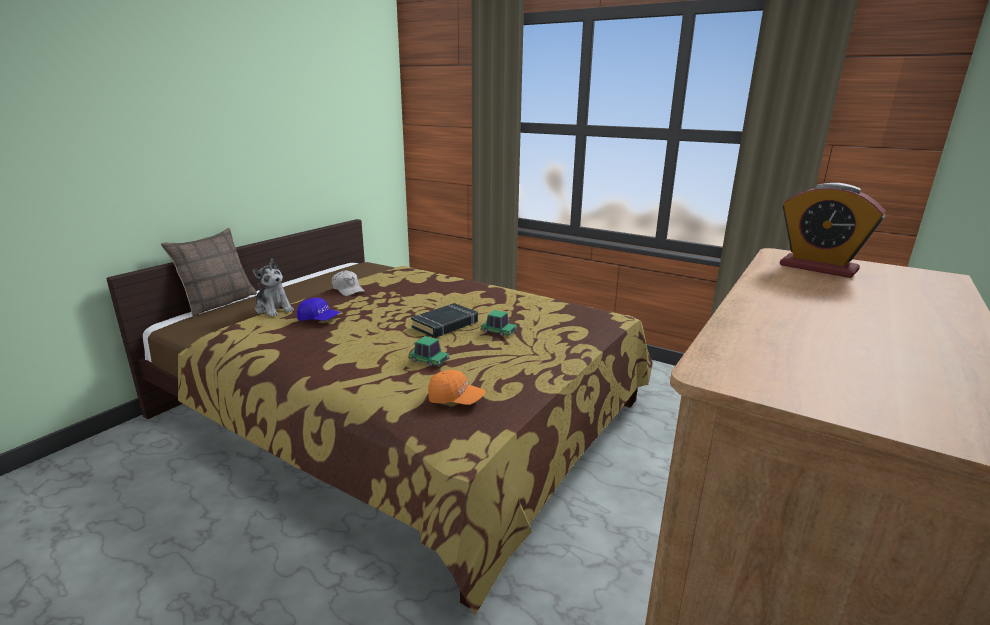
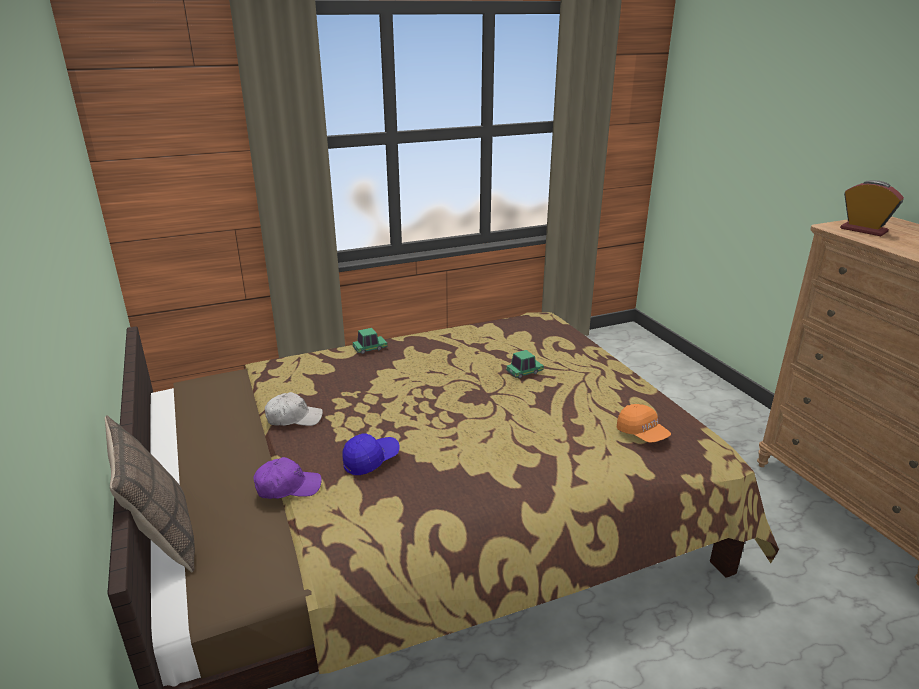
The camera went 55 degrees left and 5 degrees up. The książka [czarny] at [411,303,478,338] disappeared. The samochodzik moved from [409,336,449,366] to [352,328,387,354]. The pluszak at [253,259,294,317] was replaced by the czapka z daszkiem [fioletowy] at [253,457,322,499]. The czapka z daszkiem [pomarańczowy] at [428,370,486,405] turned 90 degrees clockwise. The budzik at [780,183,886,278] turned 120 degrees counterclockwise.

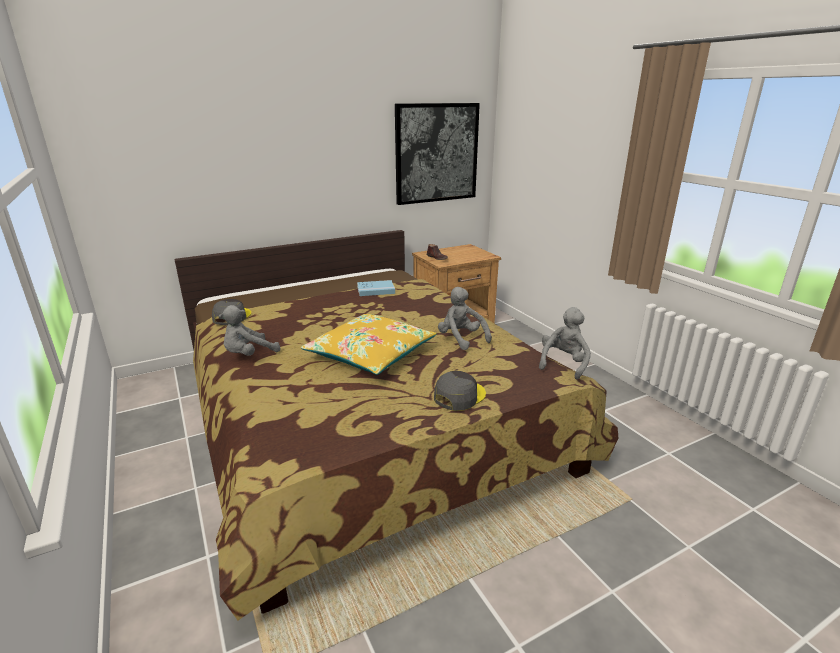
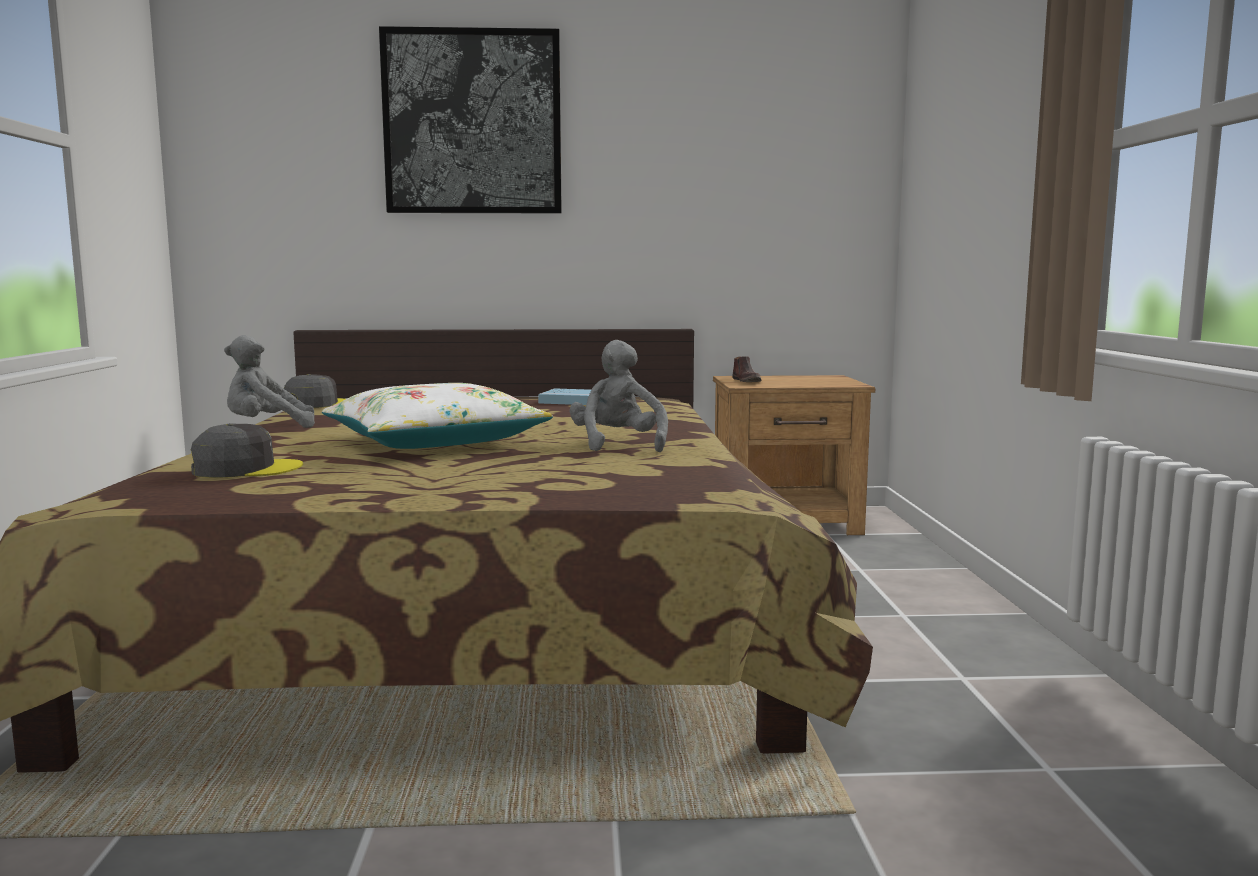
The camera went 25 degrees right and 15 degrees down. The pluszak [szary] at [539,307,591,379] disappeared. The obraz moved from [395,103,480,205] to [379,26,562,213]. The czapka z daszkiem [szary] moved from [434,371,486,411] to [191,423,303,478]. The poduszka [żółty] at [301,314,437,375] became the poduszka [biały] at [322,383,553,449].

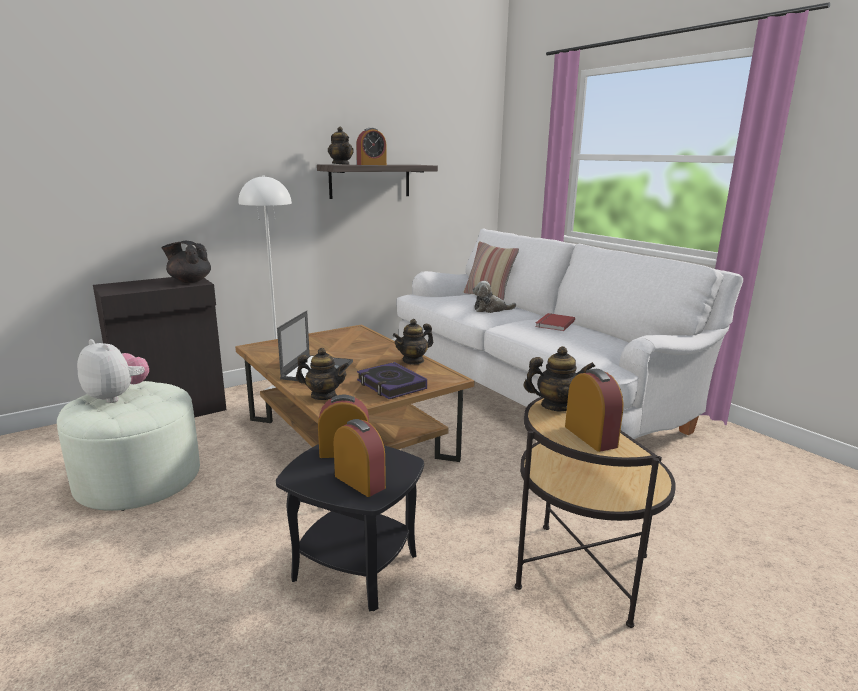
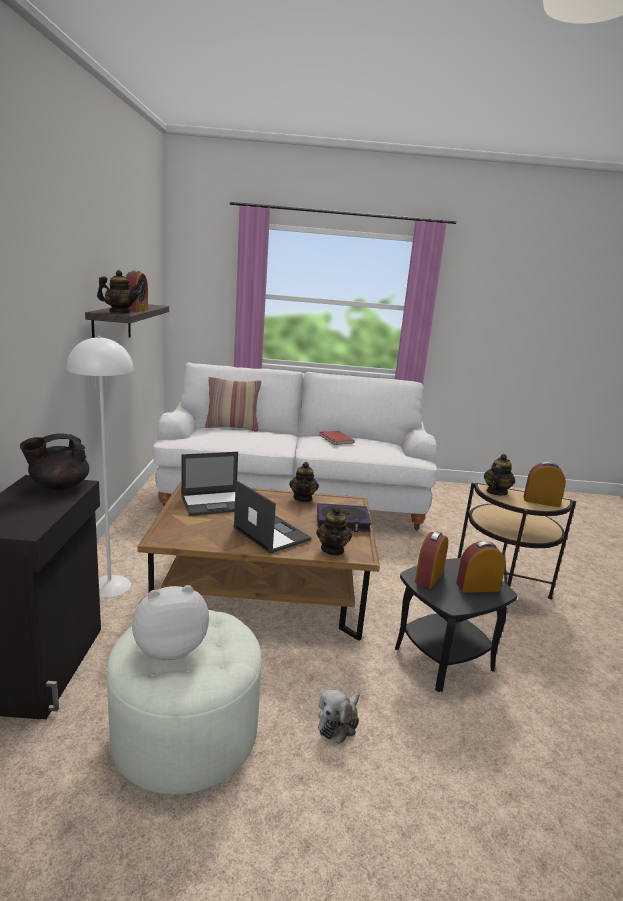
The camera went 55 degrees left and 0 degrees up. The laptop at [181,452,238,516] appeared. The pluszak moved from [472,281,516,313] to [318,690,360,744]. The imbryk at [296,348,349,400] turned 135 degrees clockwise.

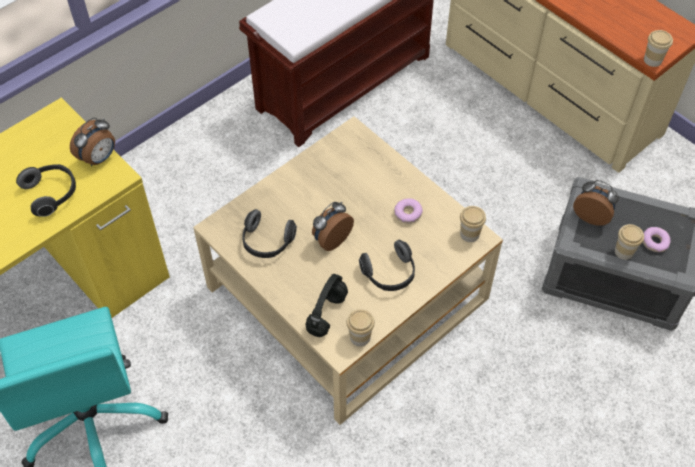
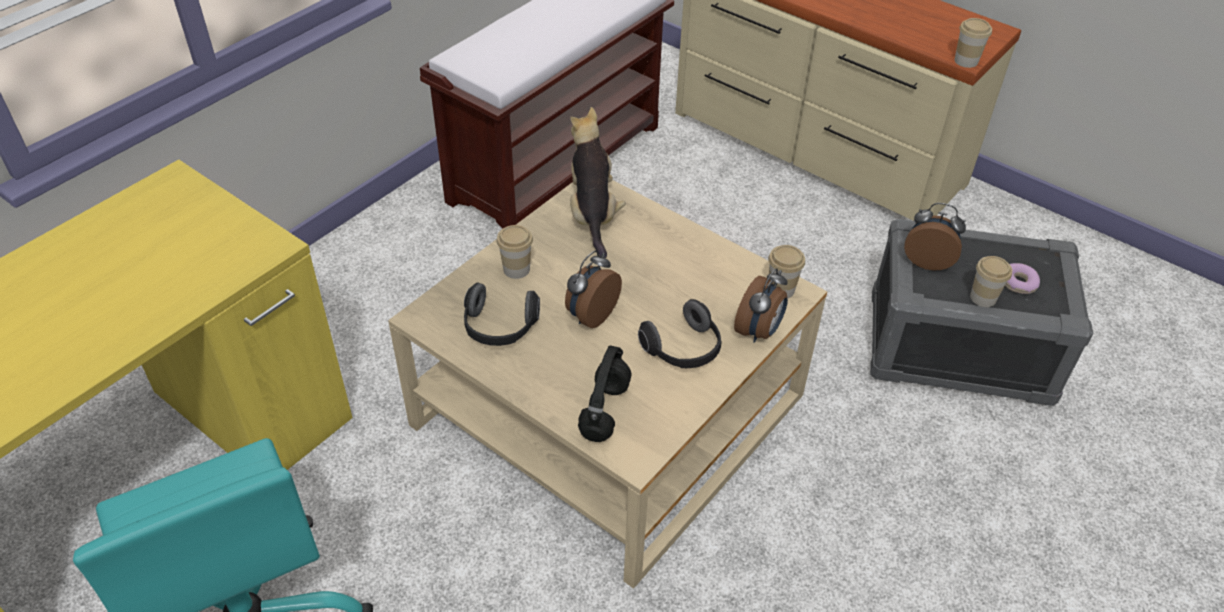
The camera went 10 degrees left and 10 degrees down. The słuchawki at [16,164,76,217] disappeared. The donut at [394,198,423,224] disappeared. The pluszak at [570,107,626,258] appeared. The budzik moved from [70,117,115,166] to [734,268,788,343]. The filiżanka moved from [346,309,375,347] to [497,225,533,279].

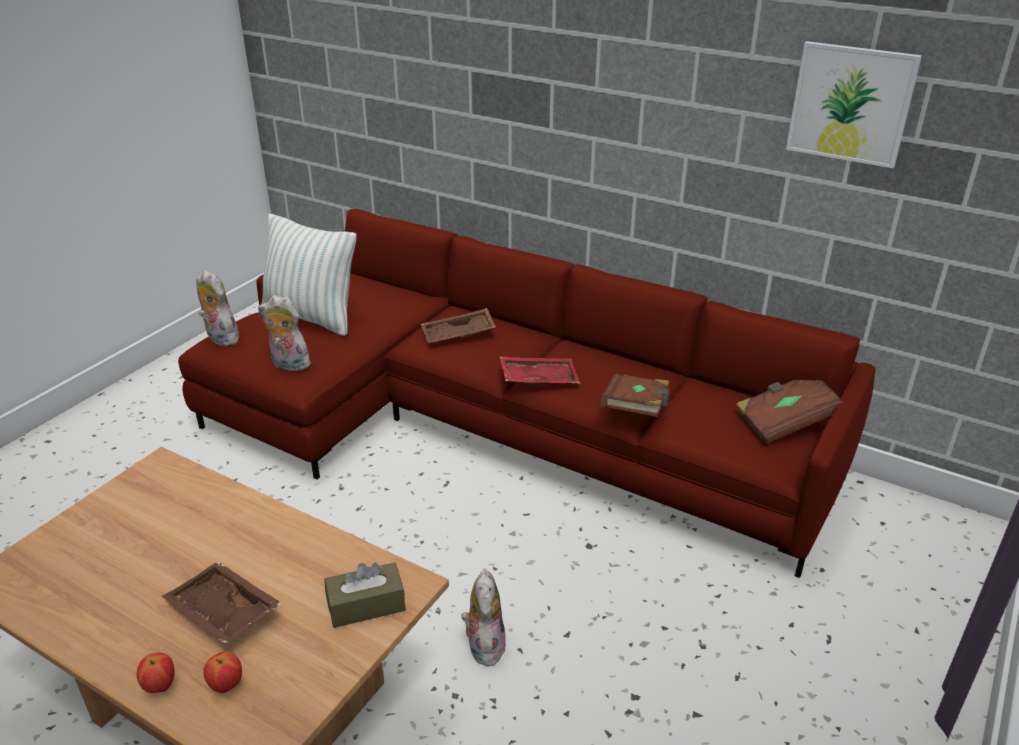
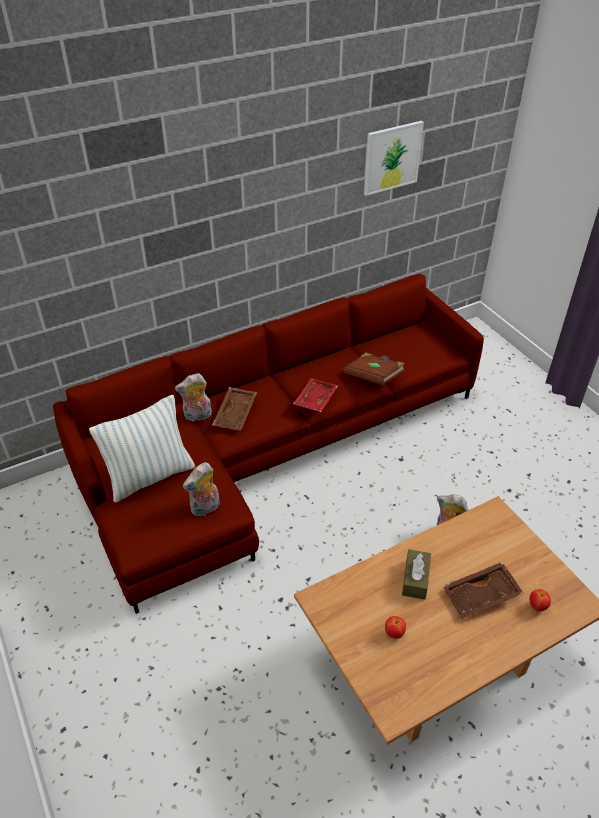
The camera went 60 degrees left and 10 degrees up. The książka [brązowy] at [736,380,844,444] disappeared. The jabłko moved from [137,653,175,693] to [385,616,406,639]. The pluszak moved from [196,270,239,346] to [175,373,212,422]. The pudełko chusteczek [brązowy] moved from [324,562,406,628] to [402,549,431,600].

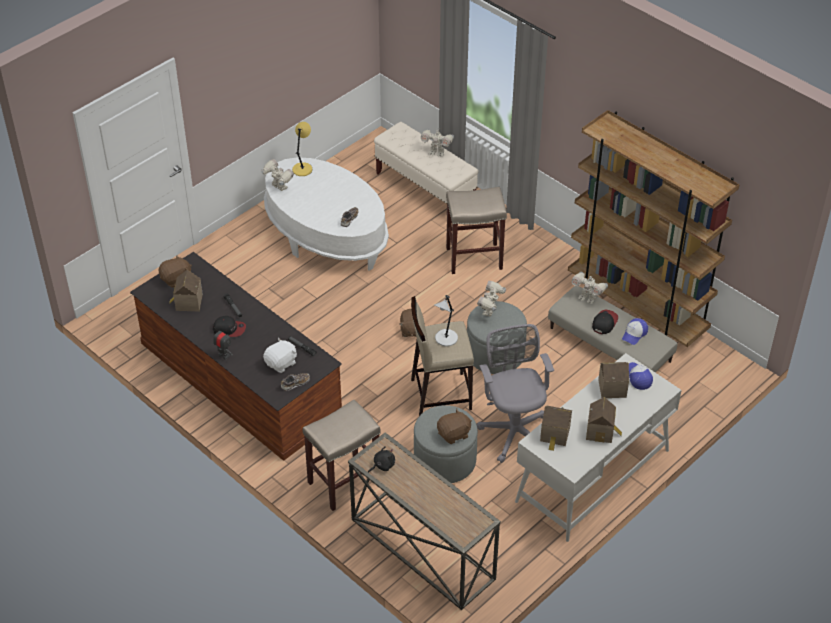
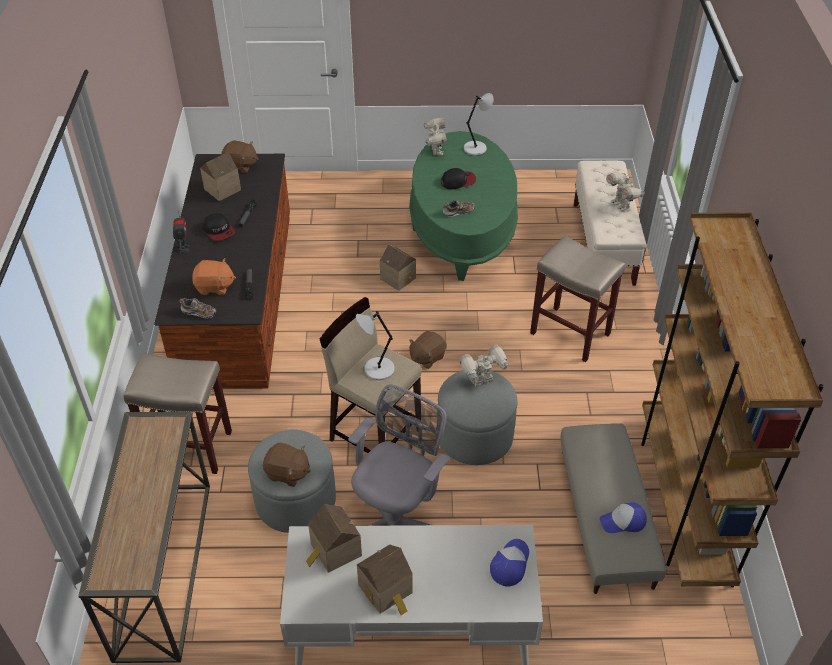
The camera went 45 degrees right and 0 degrees up. The pluszak [czarny] at [368,446,395,473] disappeared. The robot zabawkowy at [571,272,608,304] disappeared. The czapka z daszkiem moved from [592,310,618,334] to [441,168,476,190]. The domek moved from [598,362,629,398] to [380,244,416,291]. The pluszak [biały] at [263,338,297,373] became the pluszak [pomarańczowy] at [192,258,236,295]. The ława [biały] at [264,157,389,271] became the ława [zielony] at [409,131,518,281]. The lampa stołowa [żółty] at [292,122,312,176] became the lampa stołowa [szary] at [464,93,494,155].

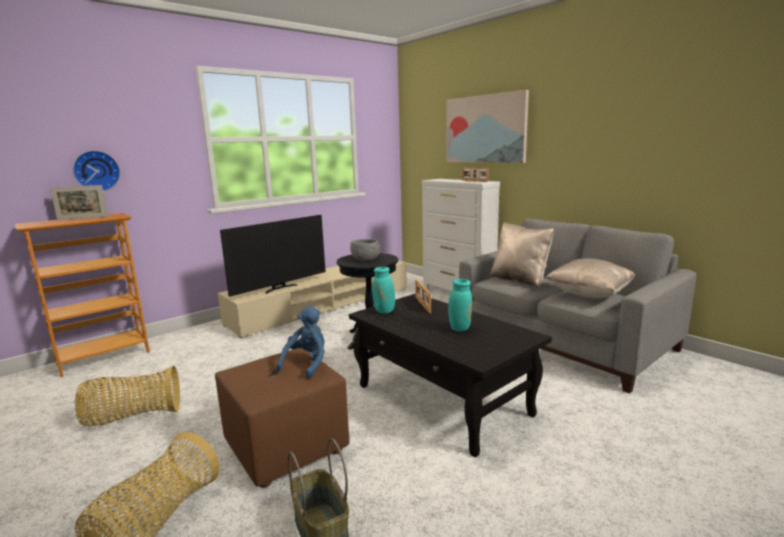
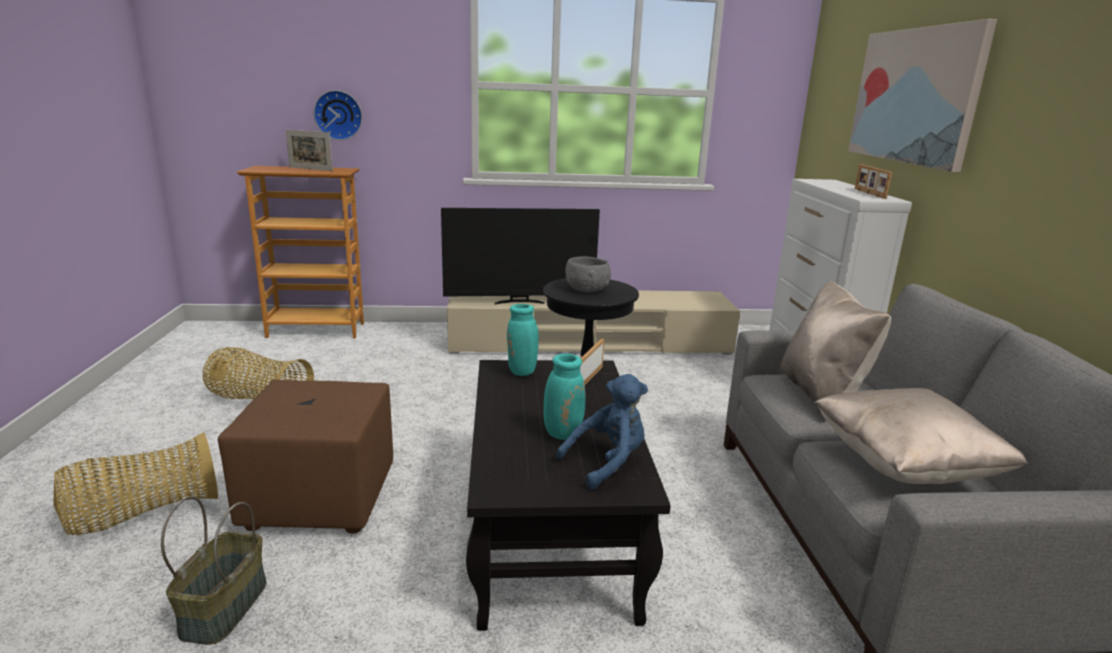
The camera went 35 degrees right and 5 degrees up. The pluszak [niebieski] moved from [276,306,325,379] to [556,374,648,489].

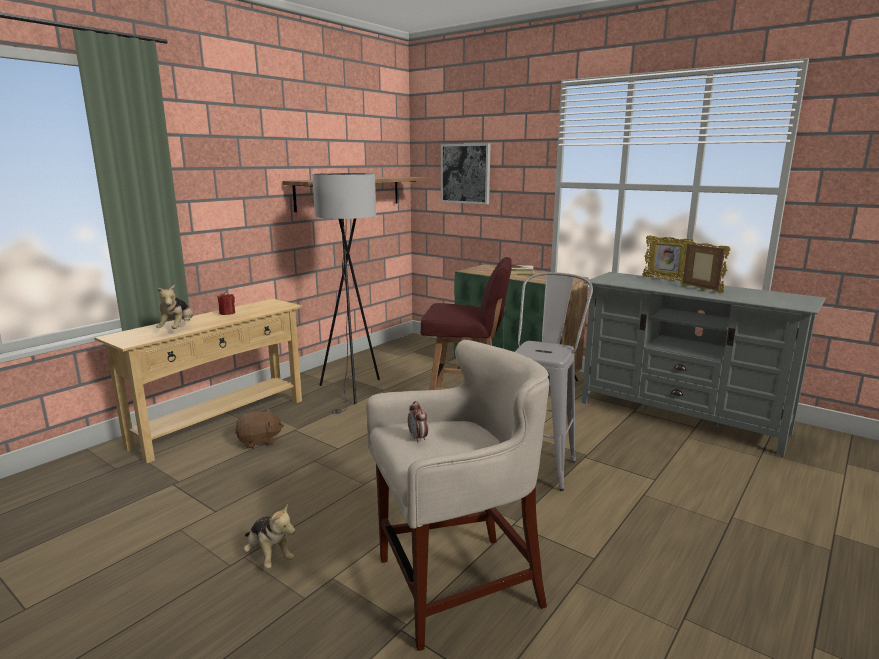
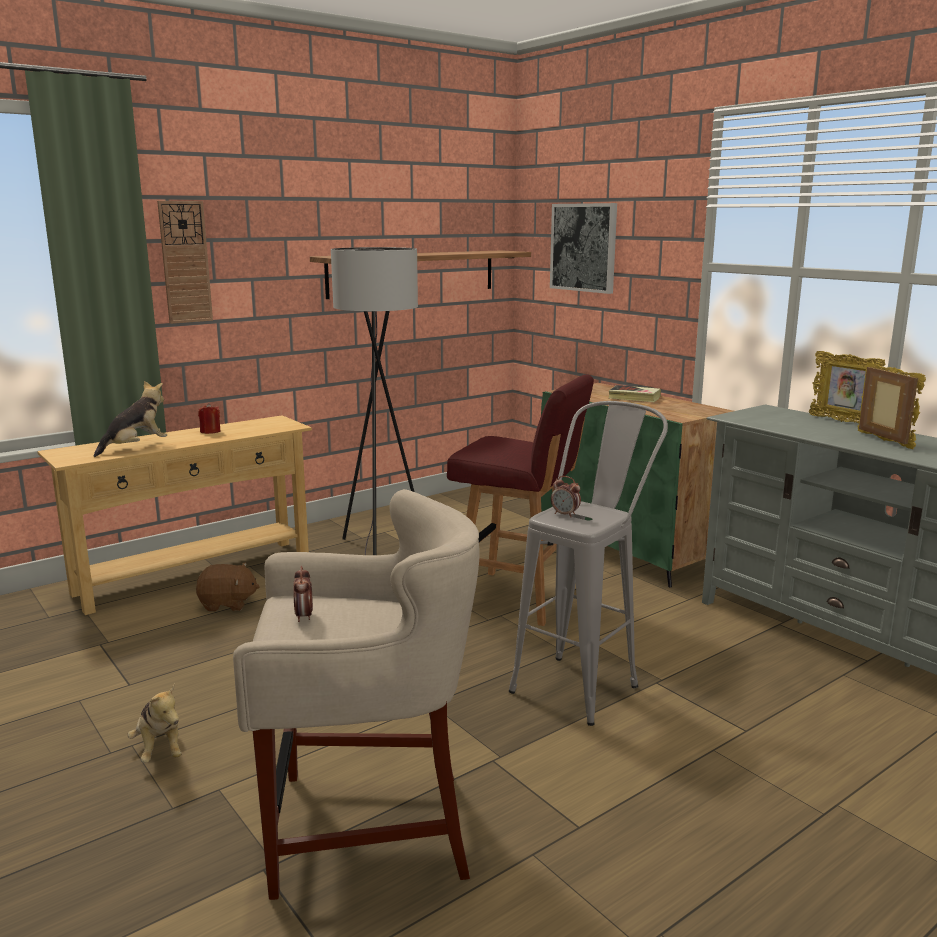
The camera went 15 degrees right and 0 degrees up. The zegar ścienny at [157,201,213,324] appeared. The budzik at [551,476,581,517] appeared. The pluszak at [156,284,193,329] turned 150 degrees counterclockwise.

